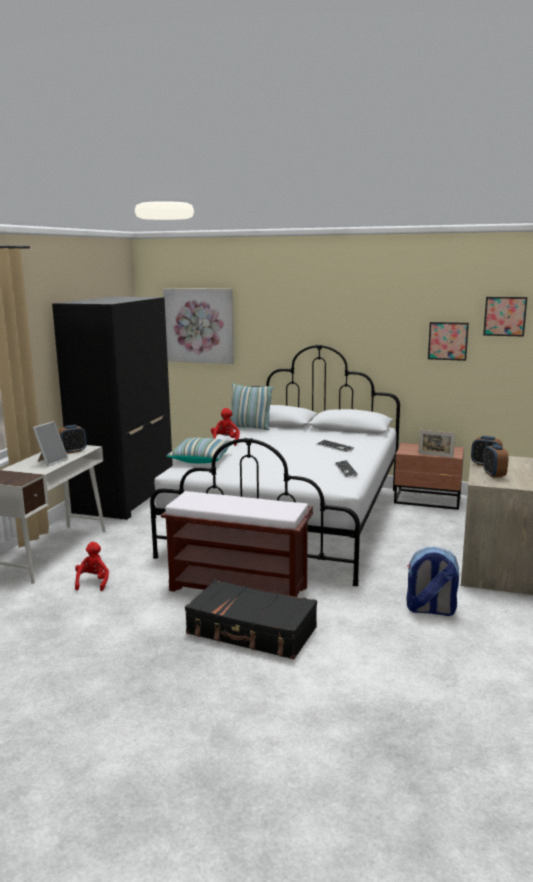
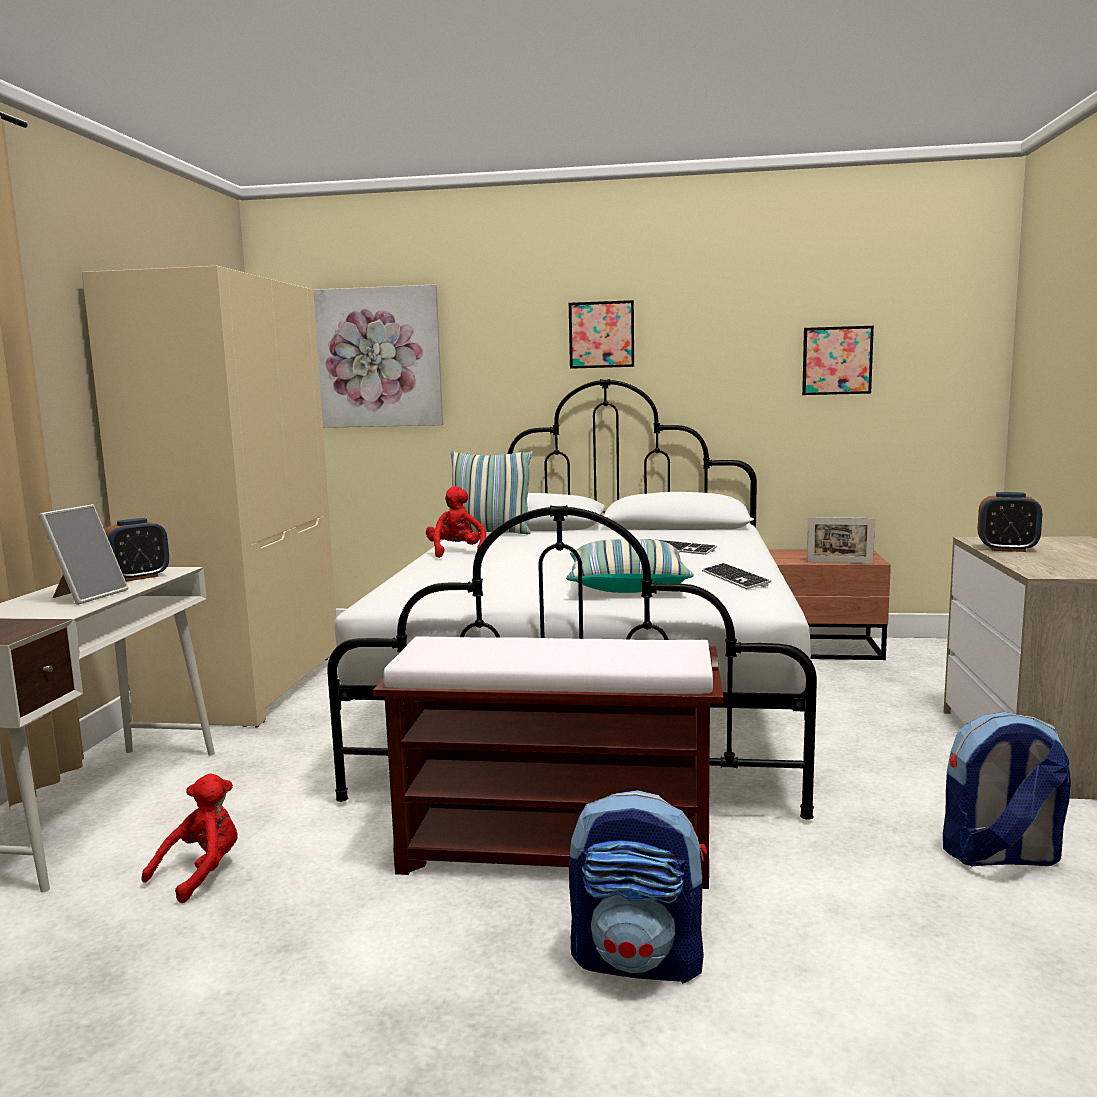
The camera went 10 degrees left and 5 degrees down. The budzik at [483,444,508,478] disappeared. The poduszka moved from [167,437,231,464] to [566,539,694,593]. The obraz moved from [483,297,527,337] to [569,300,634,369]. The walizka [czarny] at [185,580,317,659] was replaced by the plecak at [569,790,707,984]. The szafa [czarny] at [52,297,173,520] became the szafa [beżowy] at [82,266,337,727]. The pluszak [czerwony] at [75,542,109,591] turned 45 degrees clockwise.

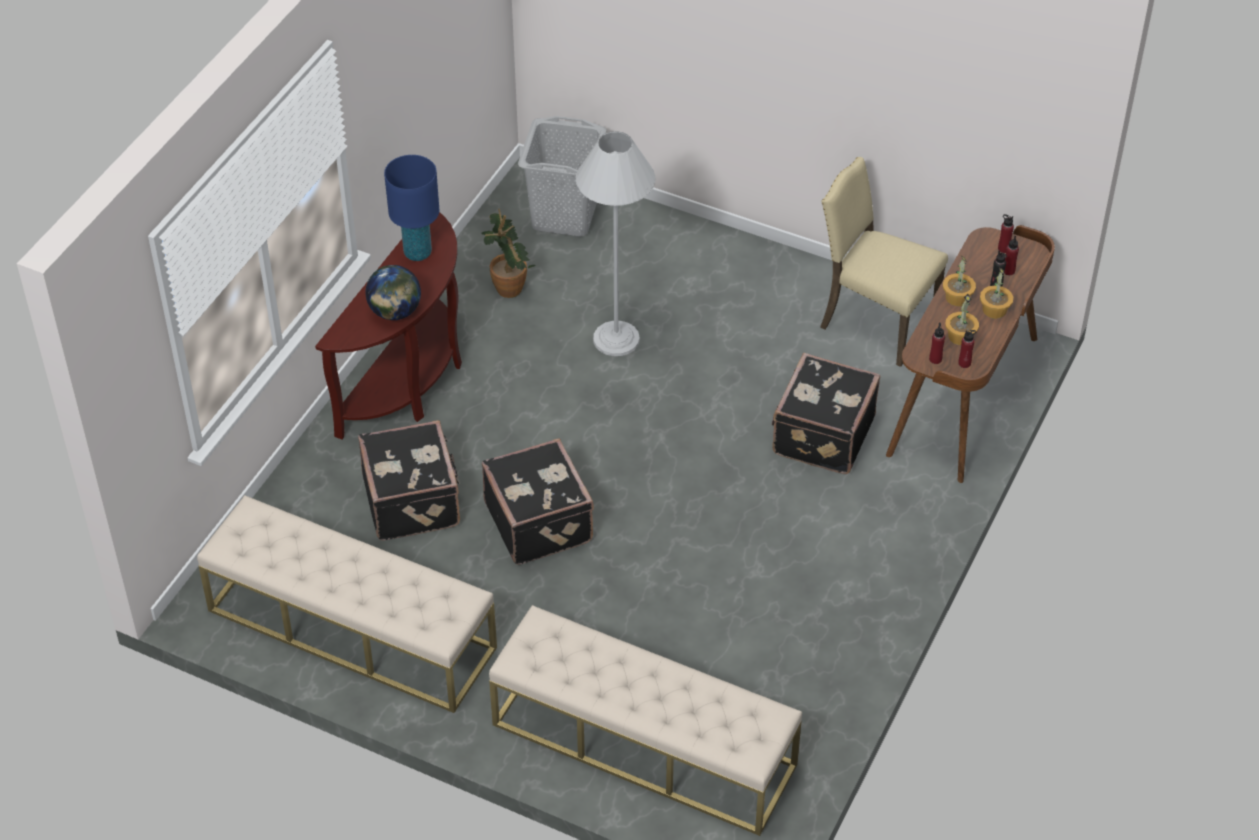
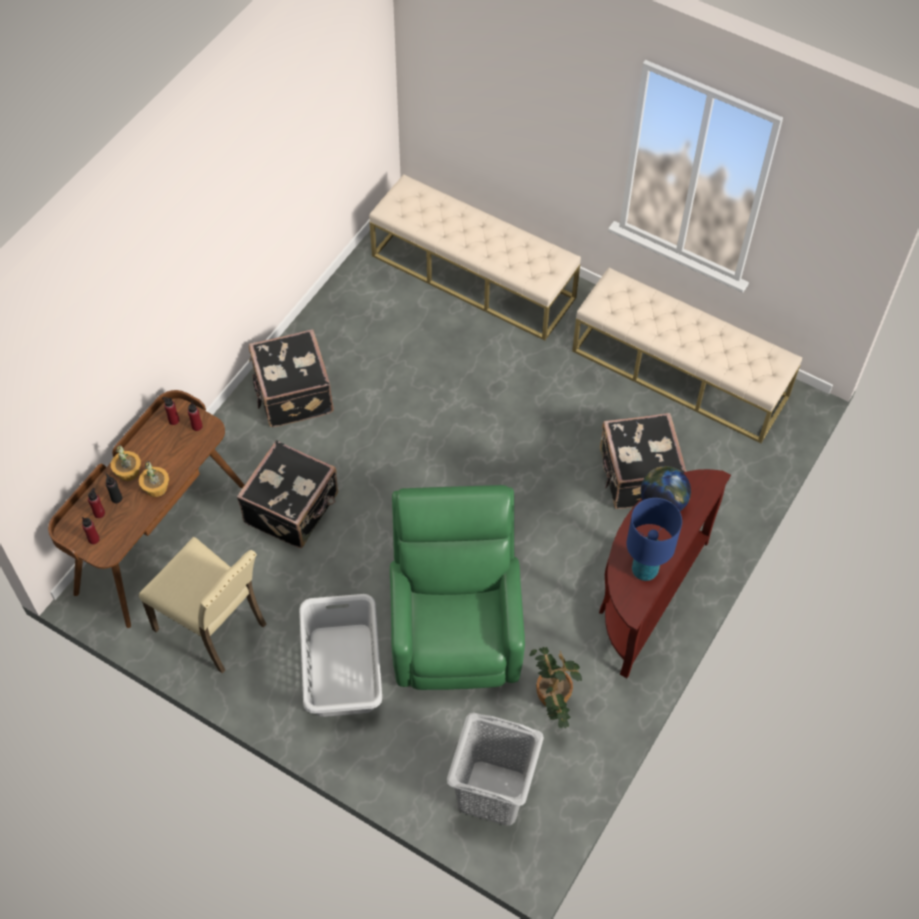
The camera went 175 degrees left and 10 degrees up. The roślina doniczkowa at [945,294,979,345] disappeared. The kosz na pranie [szary] at [299,594,382,717] appeared. The walizka [czarny] moved from [482,438,594,565] to [249,329,334,427]. The lampa stojąca [biały] at [576,131,656,356] was replaced by the fotel [zielony] at [390,485,525,690].

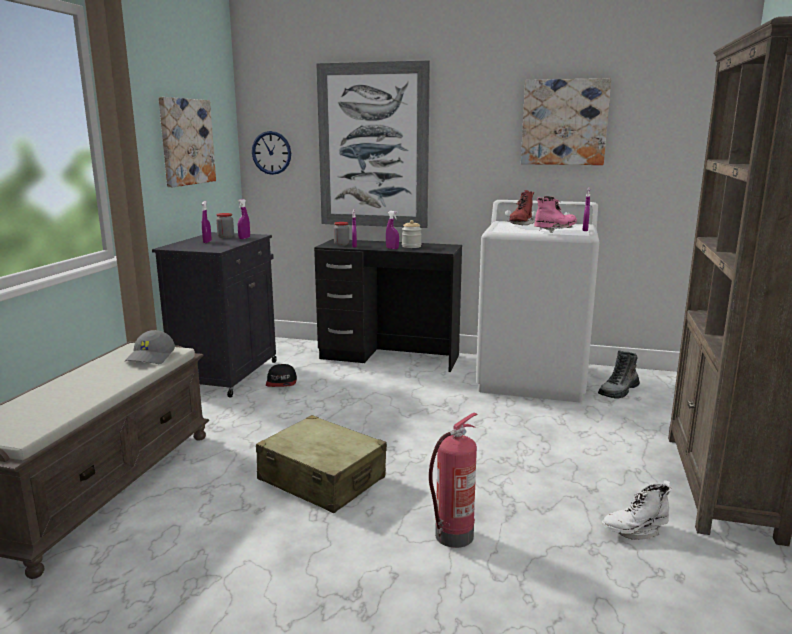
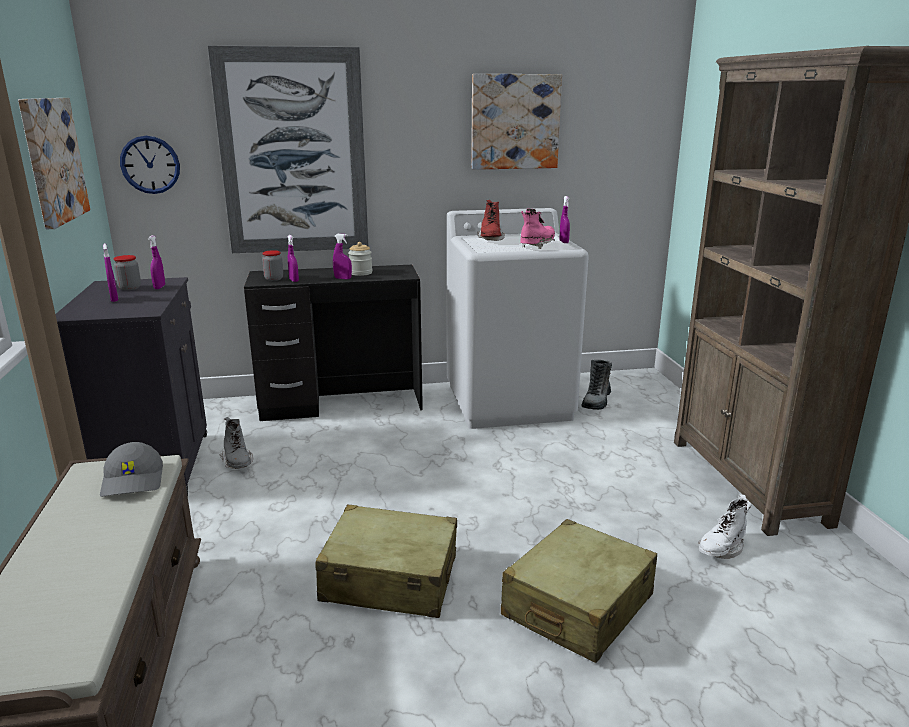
The camera went 25 degrees left and 5 degrees up. The czapka z daszkiem at [266,364,297,387] was replaced by the but z cholewką [szary] at [219,417,253,469]. The gaśnica at [429,413,478,548] was replaced by the walizka [beżowy] at [501,519,657,663].

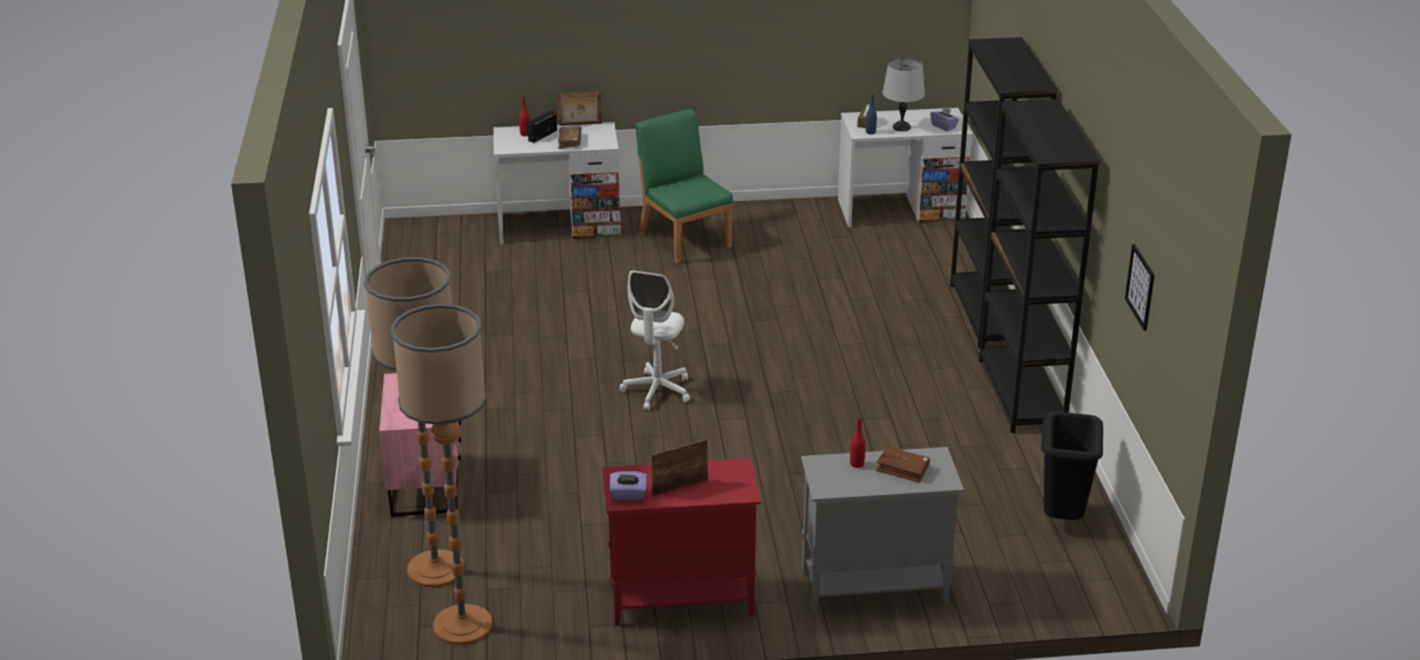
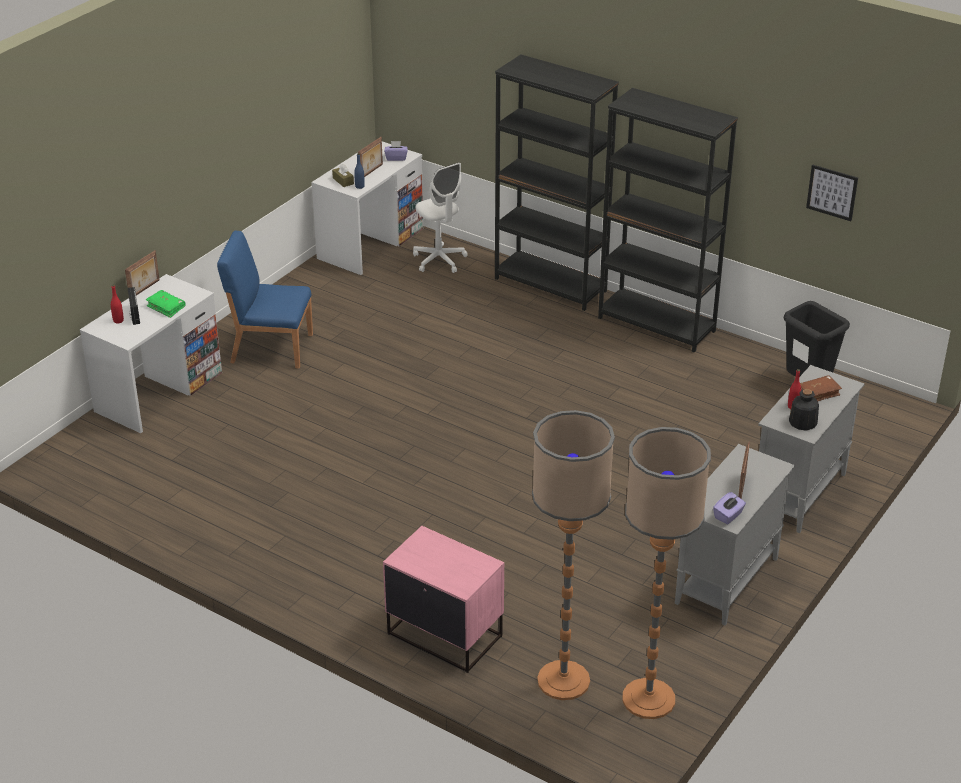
The camera went 50 degrees left and 5 degrees up. The butelka at [789,389,819,431] appeared. The krzesło biurowe [biały] moved from [620,270,690,411] to [413,163,468,273]. The lampa stołowa [szary] at [883,58,925,131] was replaced by the ramka na zdjęcie at [358,137,383,177]. The książka [brązowy] at [558,126,582,149] became the książka [zielony] at [146,290,186,318]. The szafka [czerwony] at [602,458,761,626] became the szafka [szary] at [675,444,795,625]. The krzesło [zielony] at [636,109,733,263] became the krzesło [niebieski] at [217,230,313,369].

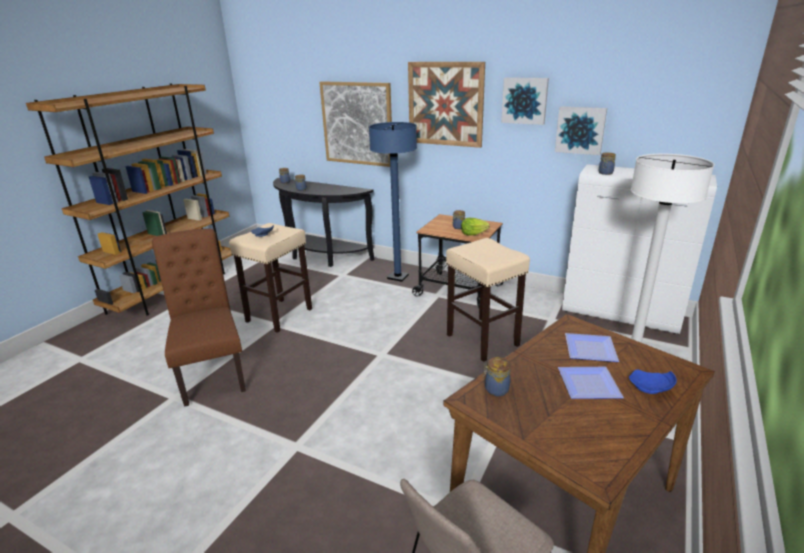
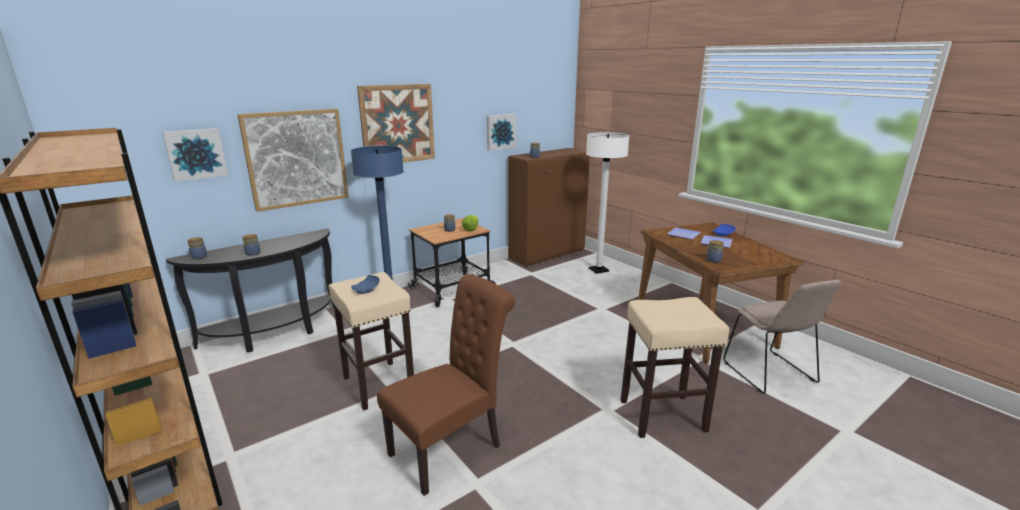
The camera went 65 degrees left and 5 degrees down. The stołek [beżowy] moved from [446,238,530,362] to [621,297,730,438]. The obraz moved from [501,77,549,125] to [163,128,228,182]. The szafka [biały] at [562,164,717,334] became the szafka [brązowy] at [508,148,590,267]. The krzesło [brązowy] at [152,229,246,407] turned 135 degrees clockwise.

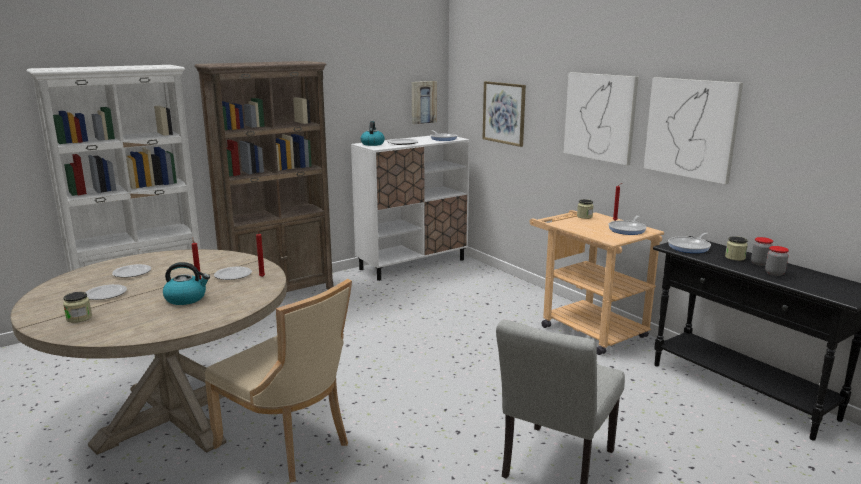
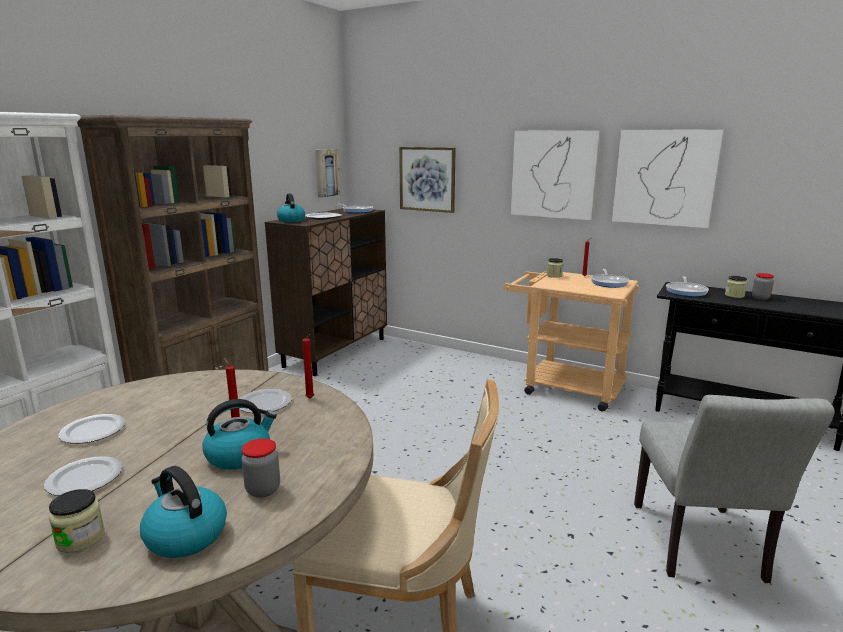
The camera went 25 degrees left and 0 degrees up. The czajnik at [140,466,227,558] appeared. The słoik moved from [765,246,789,276] to [241,438,280,498]. The szafka [biały] at [351,136,470,281] became the szafka [brązowy] at [265,208,387,376].

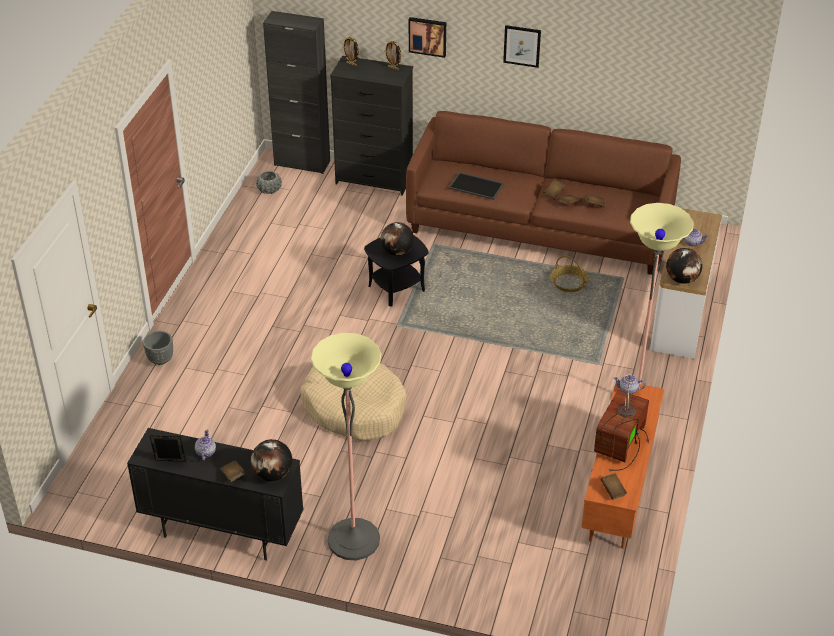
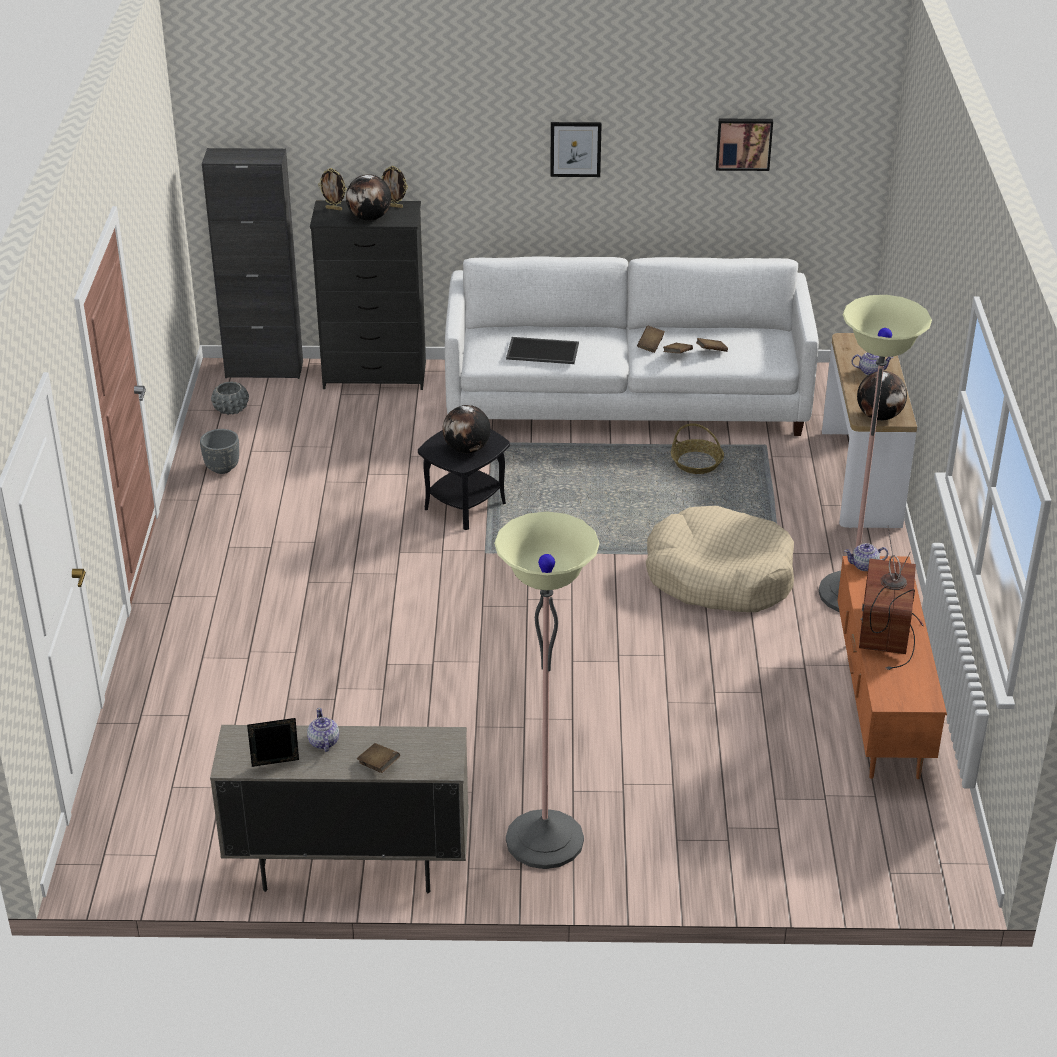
The camera went 15 degrees left and 5 degrees down. The książka [brązowy] at [600,473,627,500] disappeared. The donica [szary] moved from [143,331,173,365] to [200,429,239,474]. The globus moved from [251,439,292,481] to [346,174,391,221]. The legowisko [beżowy] moved from [300,364,406,441] to [646,506,794,612]. The obraz moved from [409,17,446,58] to [716,119,773,171]. The szafka [czarny] at [127,428,304,561] became the szafka [beżowy] at [210,725,469,893]. The kanapa [brązowy] at [406,111,681,275] became the kanapa [biały] at [445,257,819,436].

